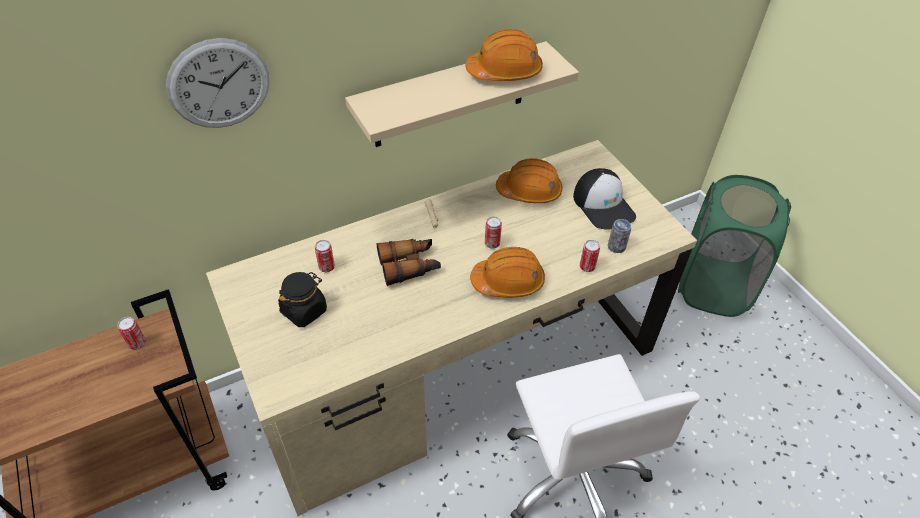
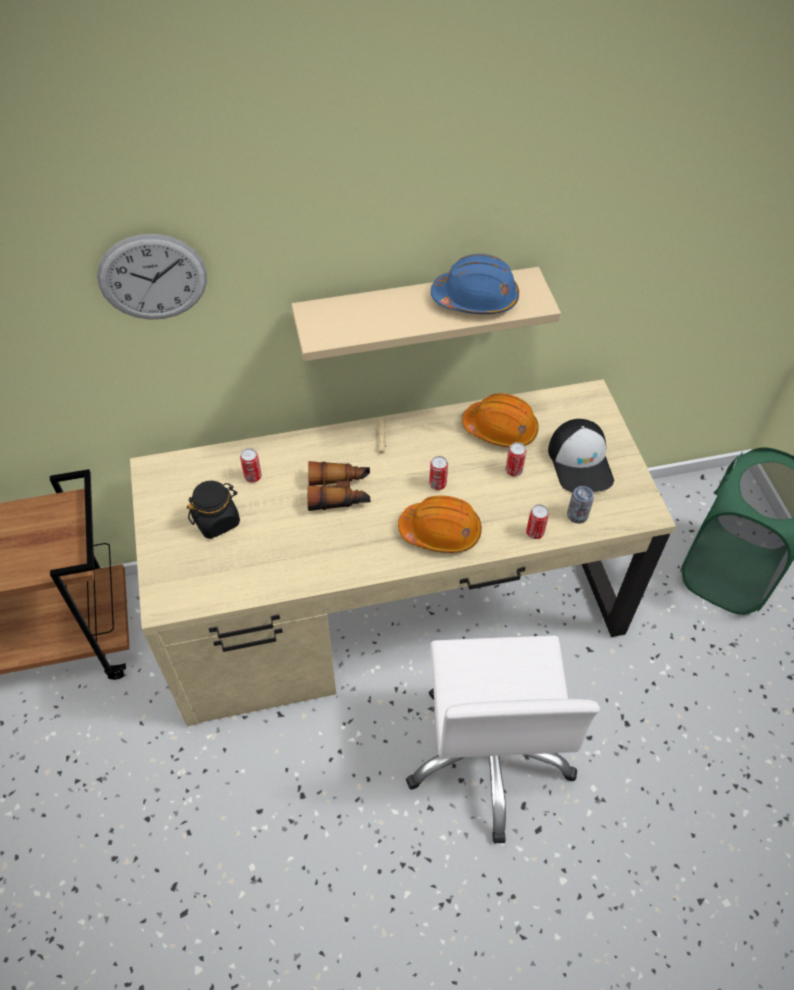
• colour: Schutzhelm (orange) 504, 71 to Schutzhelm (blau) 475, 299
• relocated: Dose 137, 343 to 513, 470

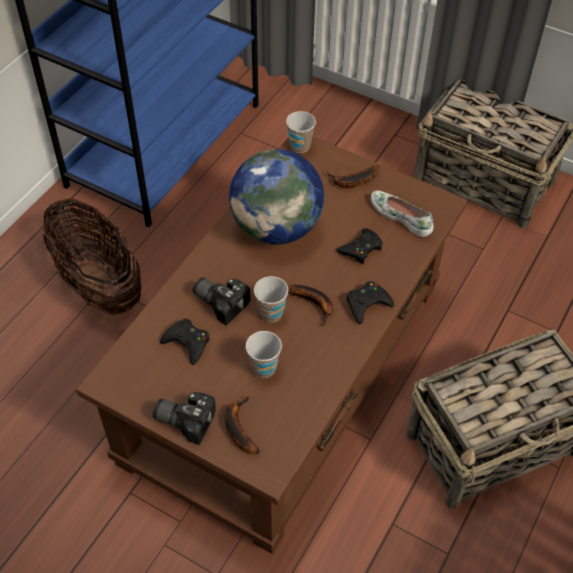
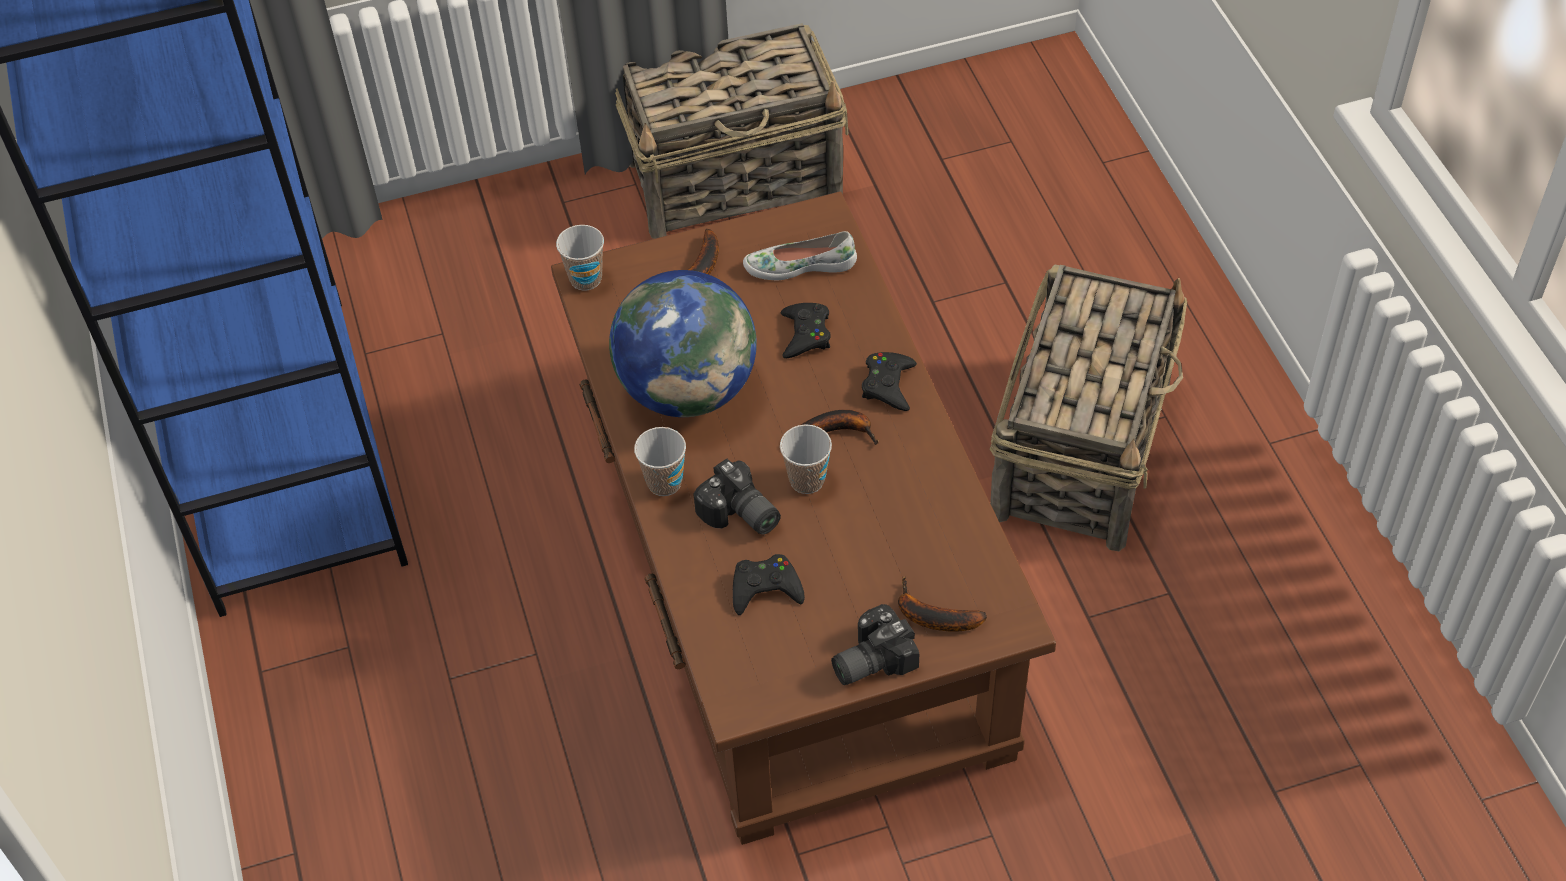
• relocated: Tasse 264, 368 to 664, 482
• spun: Kamera 221, 301 = 739, 516 120 degrees counterclockwise
• missing: Korb 98, 284

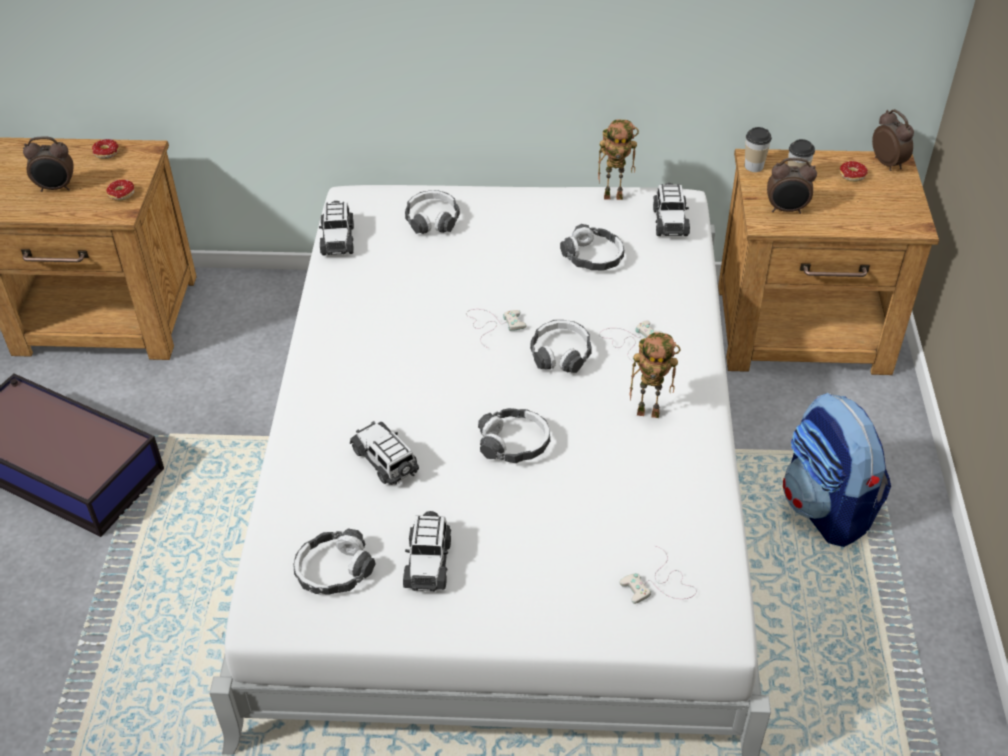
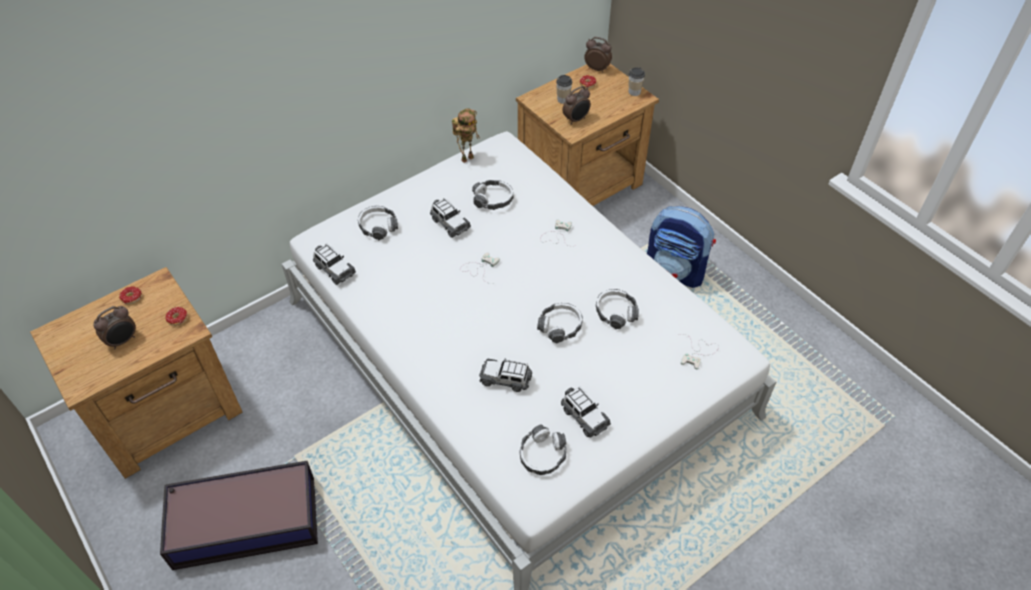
• relocated: Spielzeugauto 669, 221 to 449, 223
• relocated: Kopfhörer 560, 353 to 616, 312
• relocated: Tasse 753, 166 to 634, 92
• missing: Spielzeugroboter 650, 412

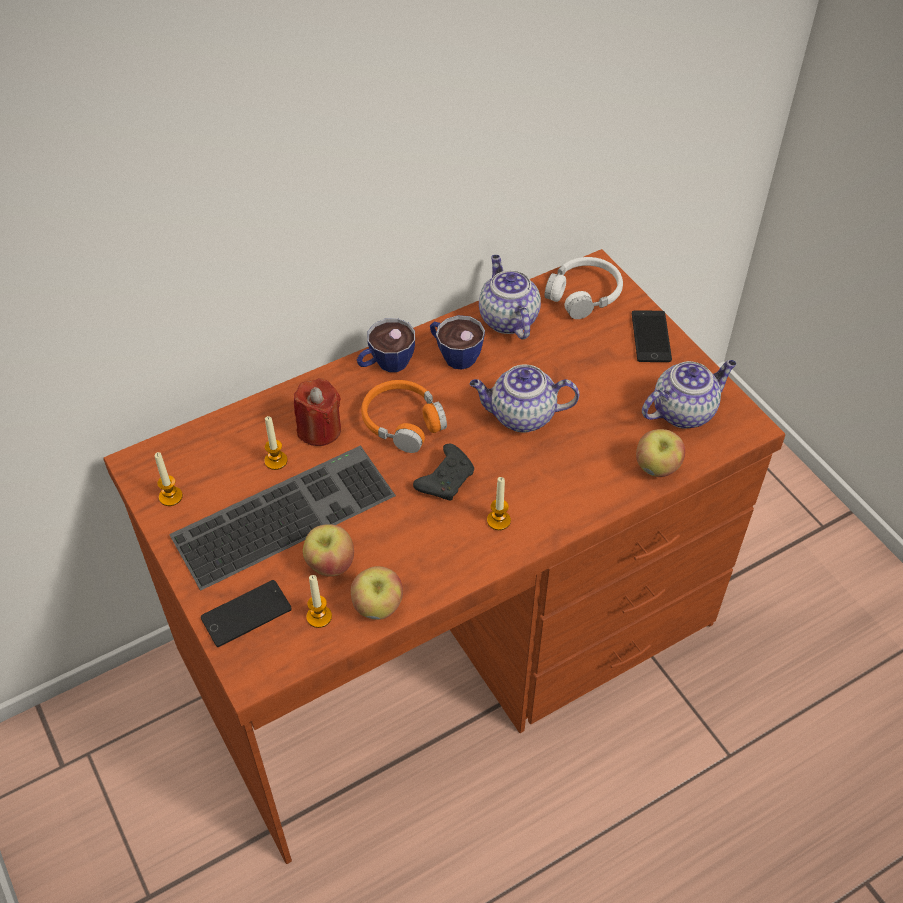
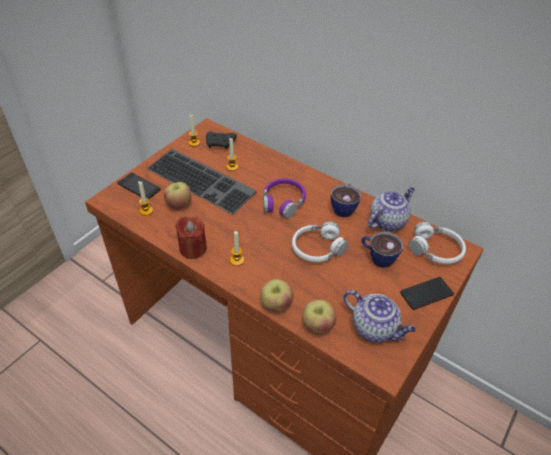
• relocated: Kerze (rot) 319, 429 to 193, 248
• relocated: Gamepad (schwarz) 446, 479 to 220, 144
• relocated: Apfel 378, 606 to 276, 304
• colour: Kopfhörer (orange) 403, 422 to Kopfhörer (lila) 283, 202
• exchanged: Teekanne 521, 416 to Kopfhörer (weiß) 317, 248
• relocated: Tasse 385, 364 to 377, 257

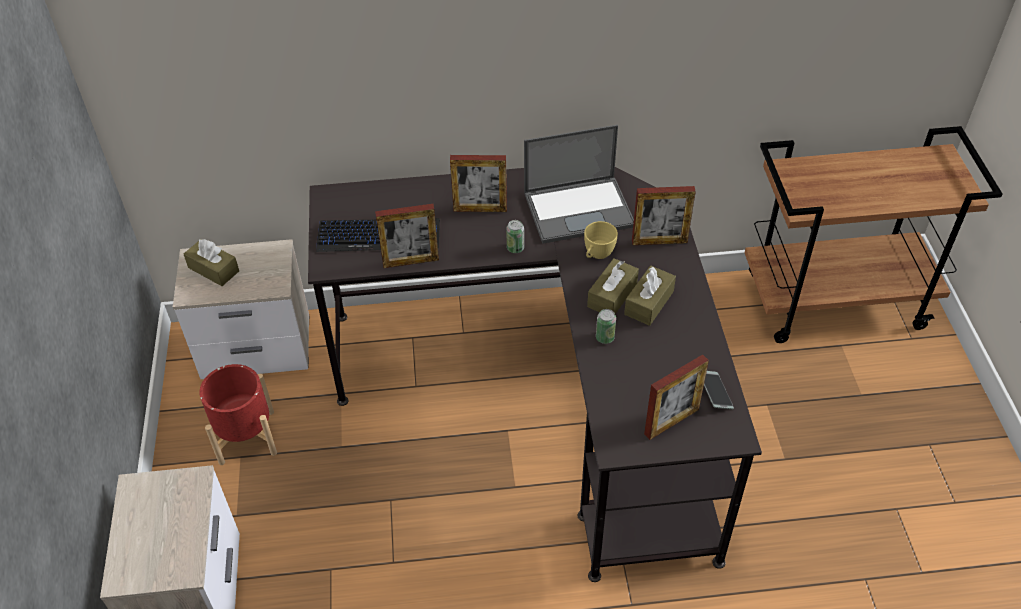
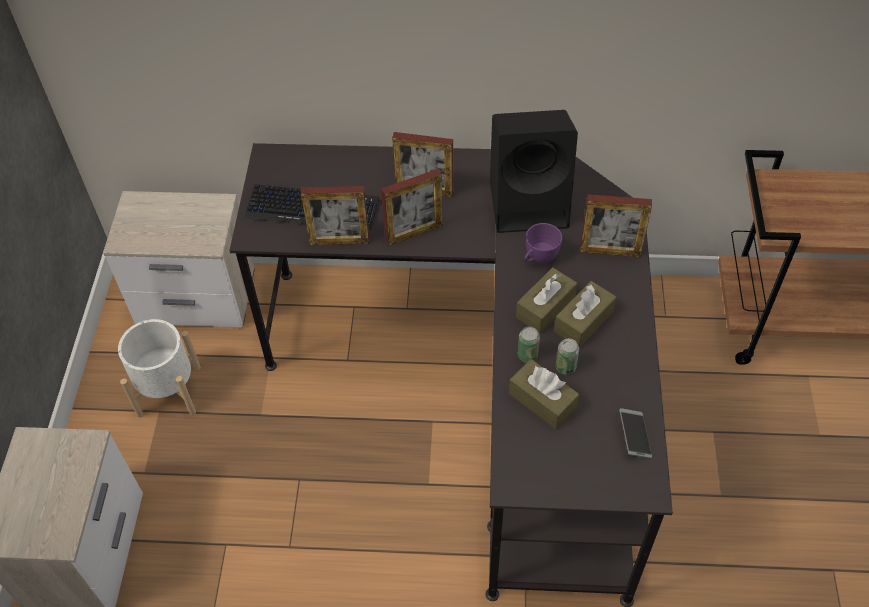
• colour: Pflanzkübel (rot) 246, 437 to Pflanzkübel (weiß) 168, 391
• relocated: Bilderrahmen 671, 422 to 414, 233
• exchanged: Laptop 580, 209 to Lautsprecher (schwarz) 531, 203
• relocated: Taschentuchbox (braun) 213, 269 to 542, 401
• colour: Tasse (gelb) 597, 255 to Tasse (lila) 538, 258
• relocated: Dose 515, 248 to 565, 367

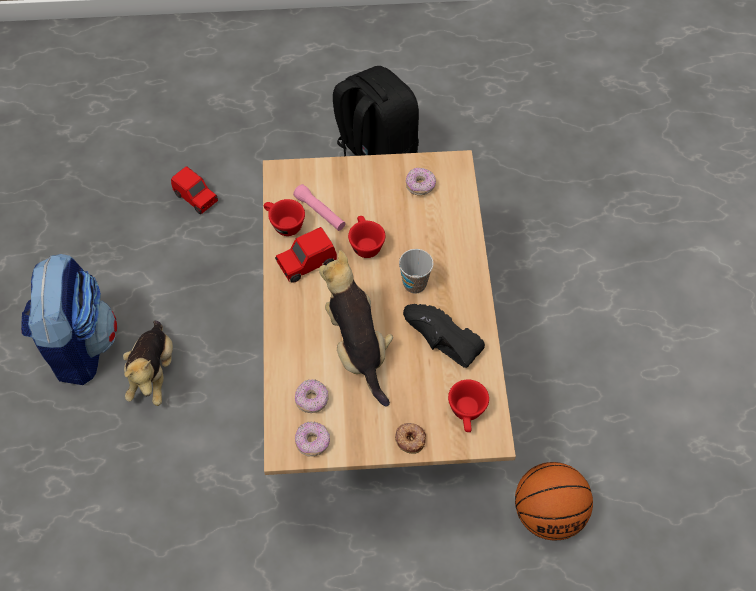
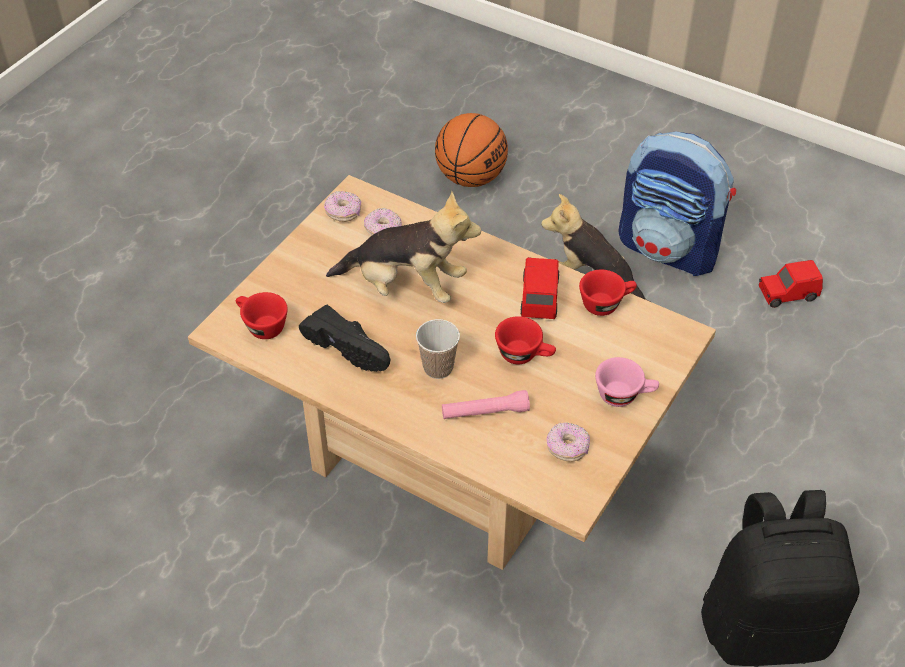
• spun: Schuh (schwarz) 439, 344 = 350, 347 60 degrees clockwise
• relocated: Basketball 548, 514 to 470, 177
• relocated: Taschenlampe (rosa) 320, 212 to 485, 412
• appeared: Tasse (rosa) 624, 395
• relocated: Spielzeugauto (rot) 196, 198 to 787, 294
• missing: Donut 410, 439

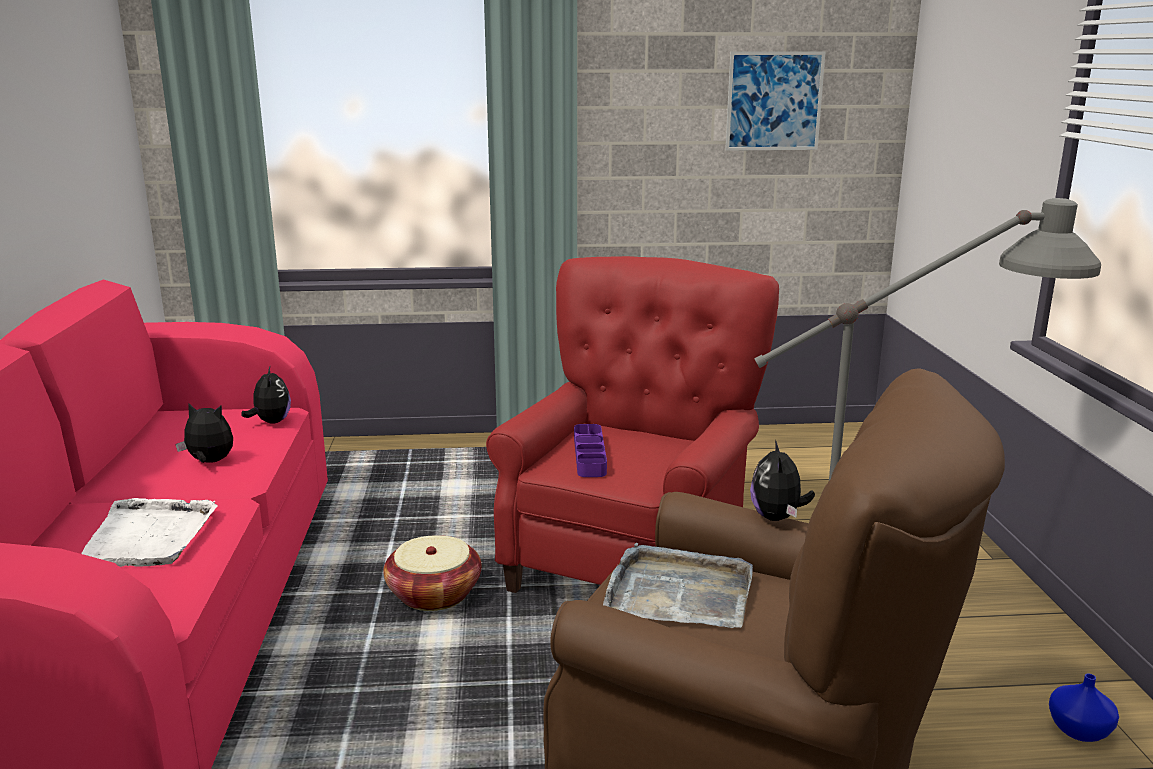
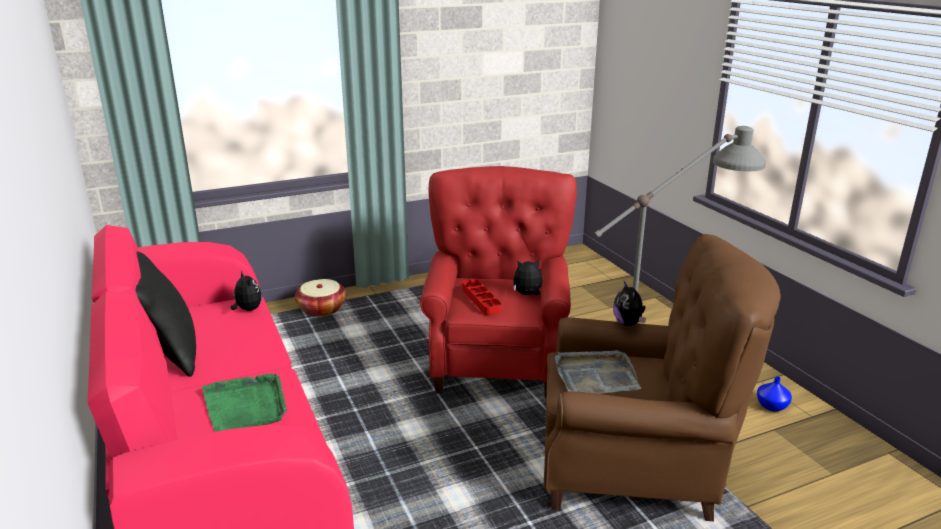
• appeared: Kissen (schwarz) 171, 355
• colour: Tablett (weiß) 149, 537 to Tablett (grün) 246, 406
• relocated: Korb 434, 594 to 322, 309
• colour: Tablett (lila) 589, 455 to Tablett (rot) 481, 300
• relocated: Plüschtier 209, 462 to 527, 294
• missing: Bild 774, 101

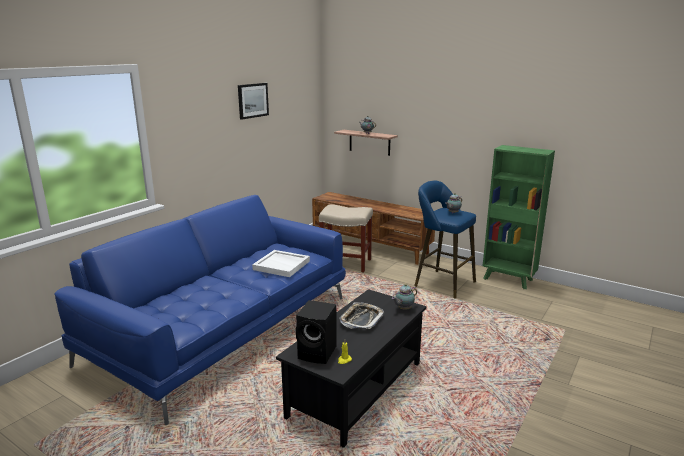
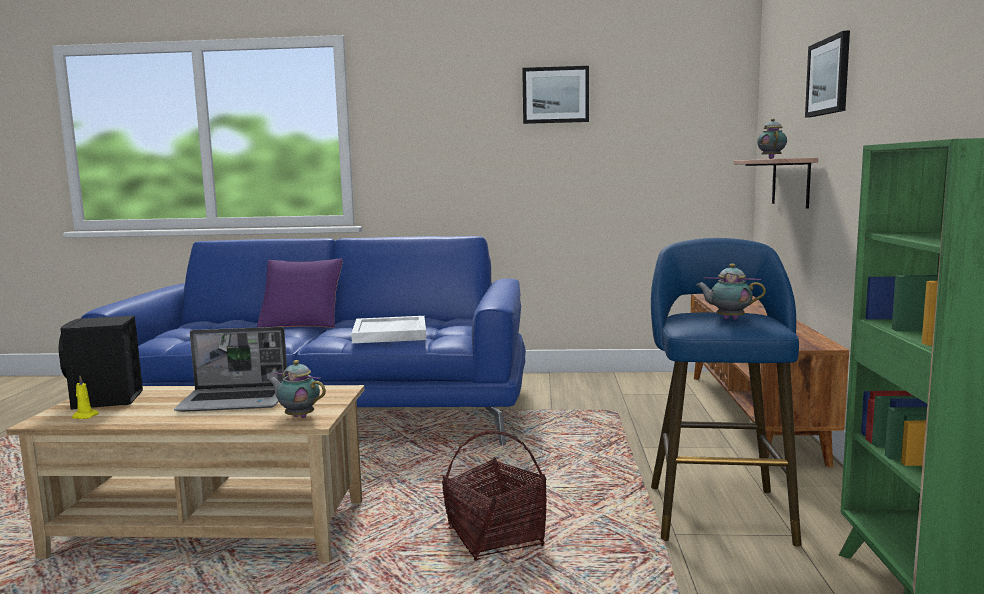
• colour: Couchtisch (schwarz) 356, 388 to Couchtisch (beige) 212, 528
• exchanged: Tablett 361, 319 to Laptop 236, 401
• appeared: Kissen (lila) 302, 323
• appeared: Korb 496, 538
• appeared: Bild 829, 76
• missing: Hocker (beige) 346, 263

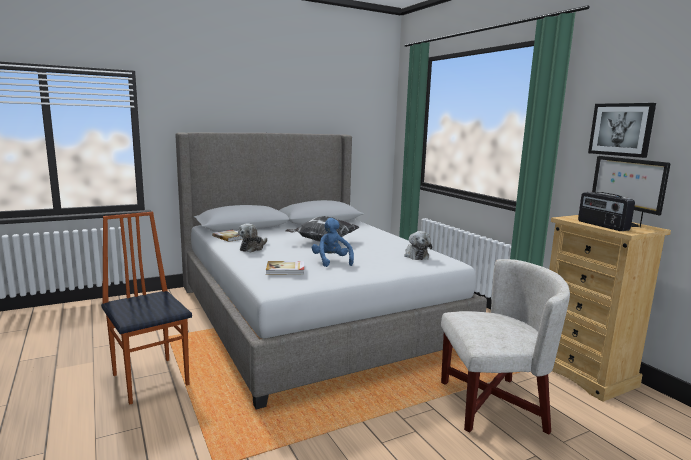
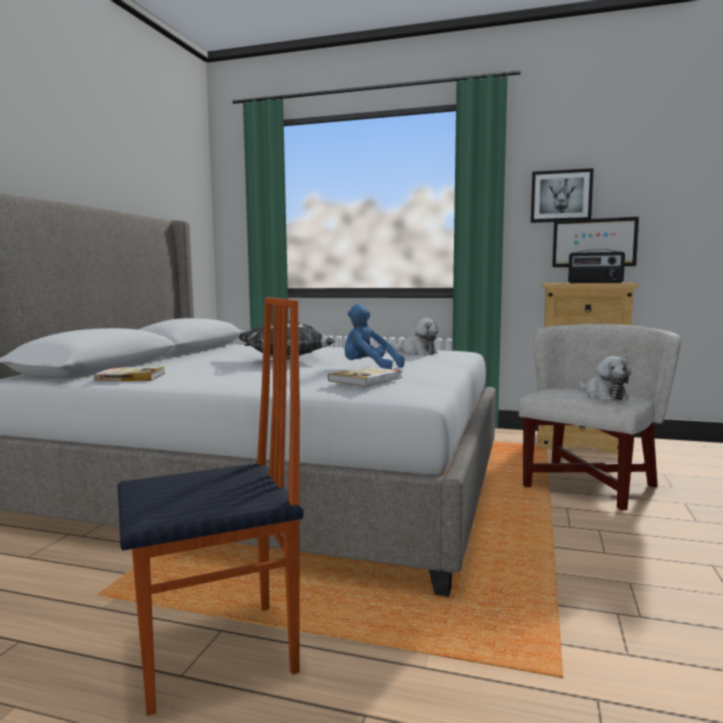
• spun: Stuhl 151, 379 = 218, 655 150 degrees clockwise
• relocated: Plüschtier 253, 248 to 602, 396

